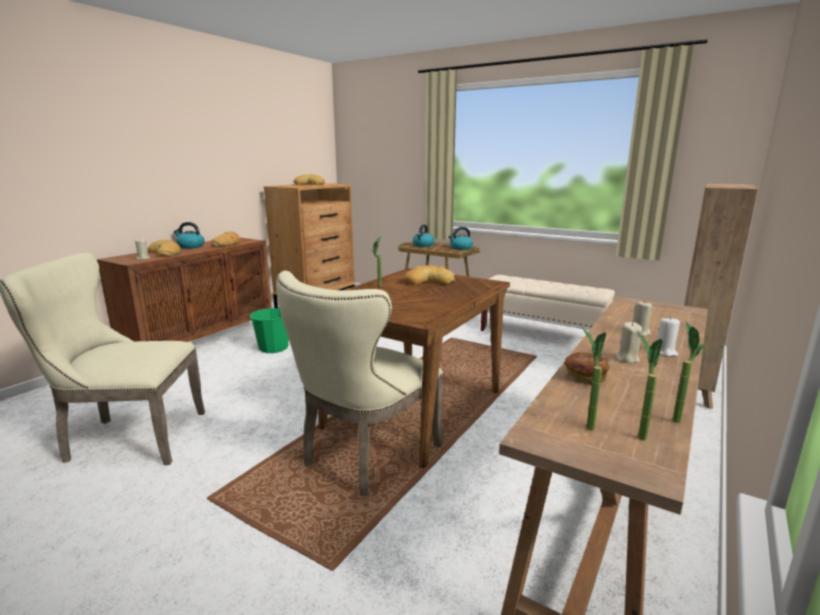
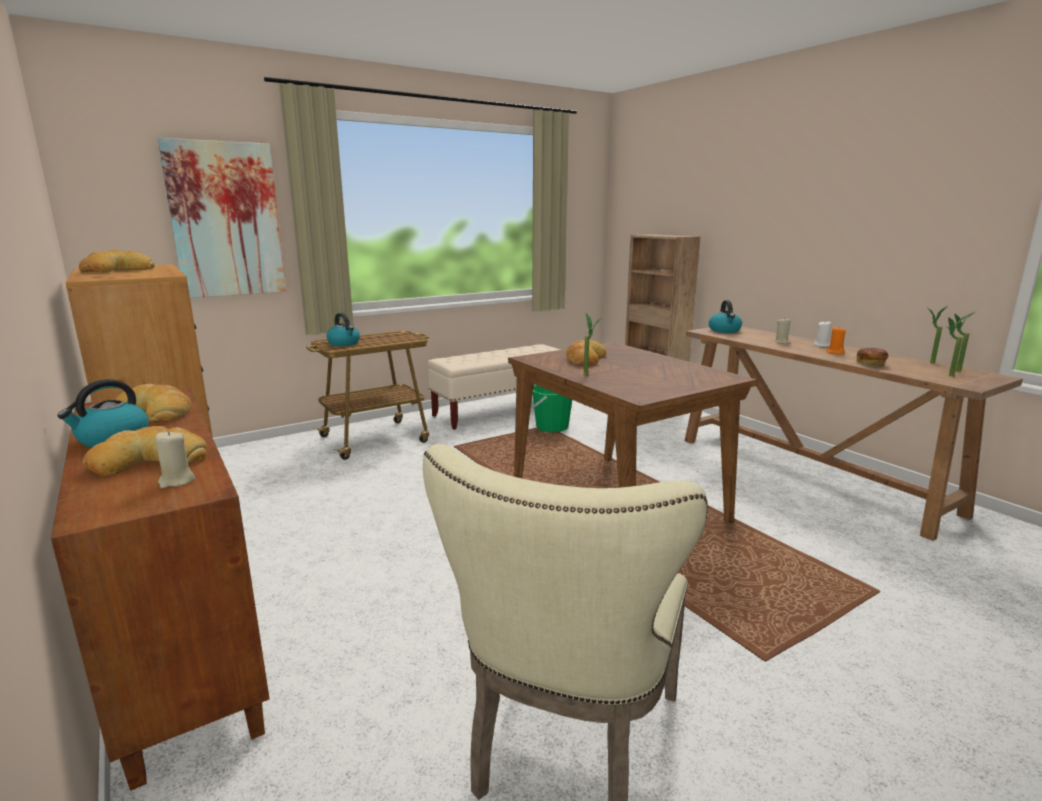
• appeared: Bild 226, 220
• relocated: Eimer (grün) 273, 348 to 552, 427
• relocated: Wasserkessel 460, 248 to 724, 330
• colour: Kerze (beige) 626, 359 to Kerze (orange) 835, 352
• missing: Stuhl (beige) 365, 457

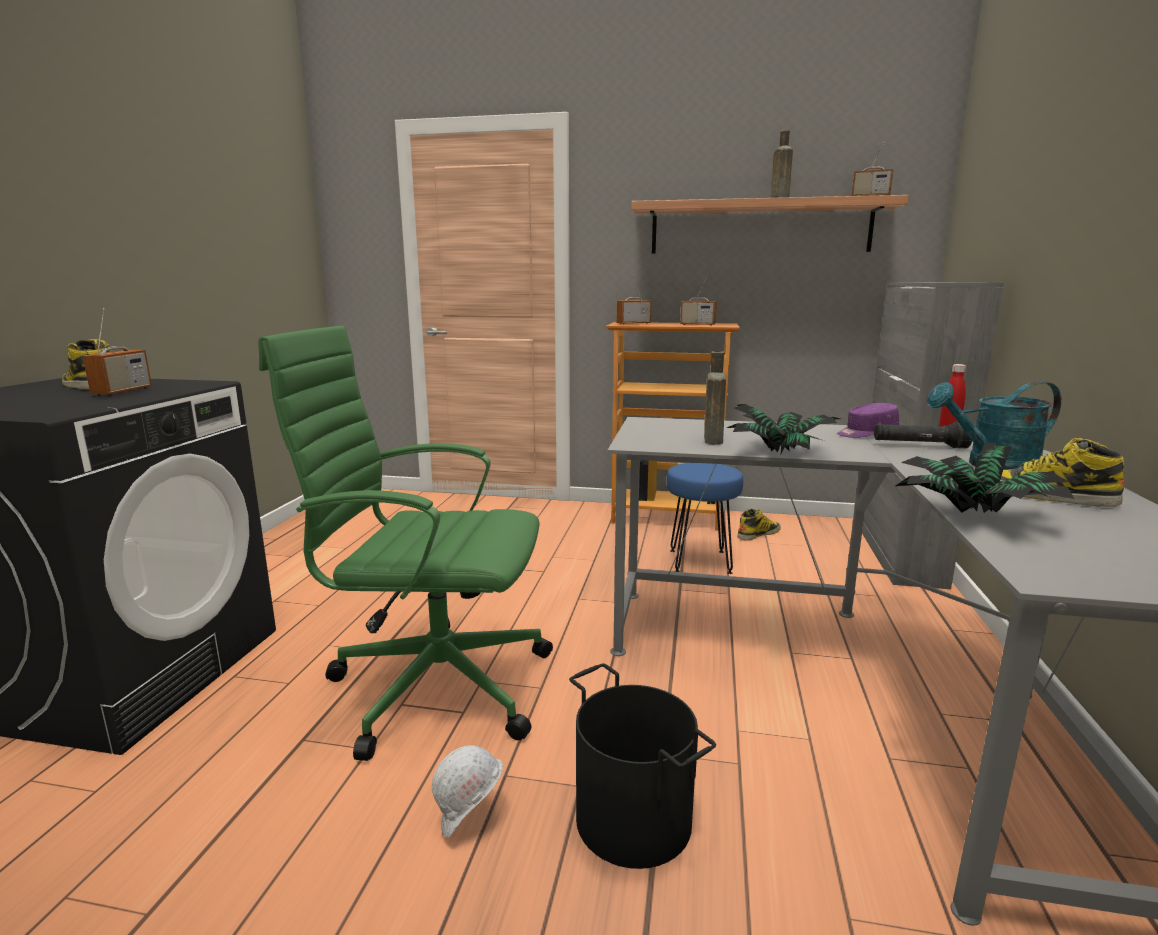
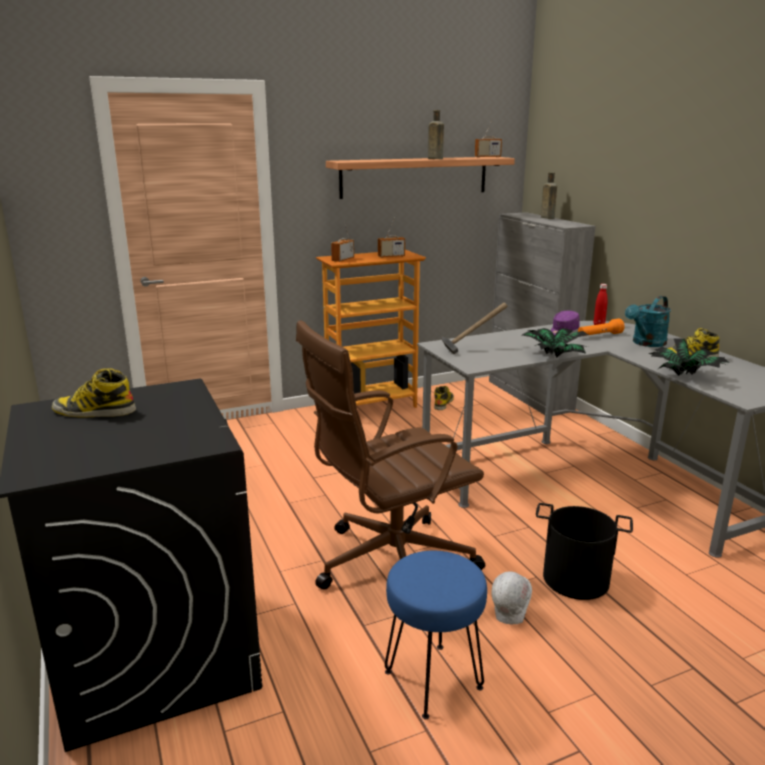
• colour: Bürostuhl (grün) 434, 684 to Bürostuhl (braun) 390, 564
• relocated: Hocker (blau) 700, 561 to 433, 678
• appeared: Hammer 471, 348
• relocated: Flasche (braun) 712, 440 to 546, 217
• colour: Taschenlampe (schwarz) 919, 446 to Taschenlampe (orange) 599, 335
• missing: Radio 122, 391

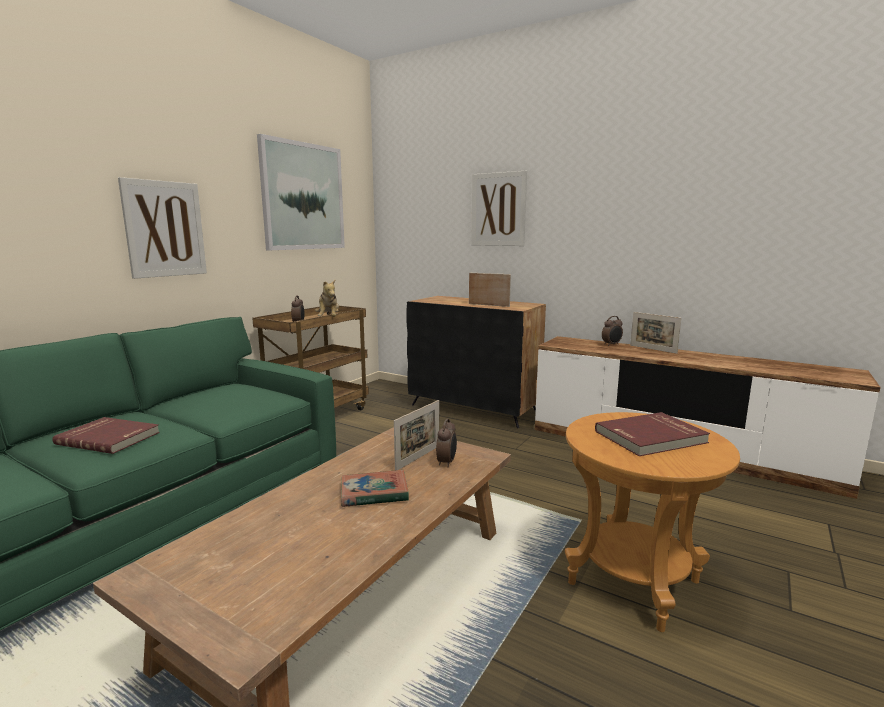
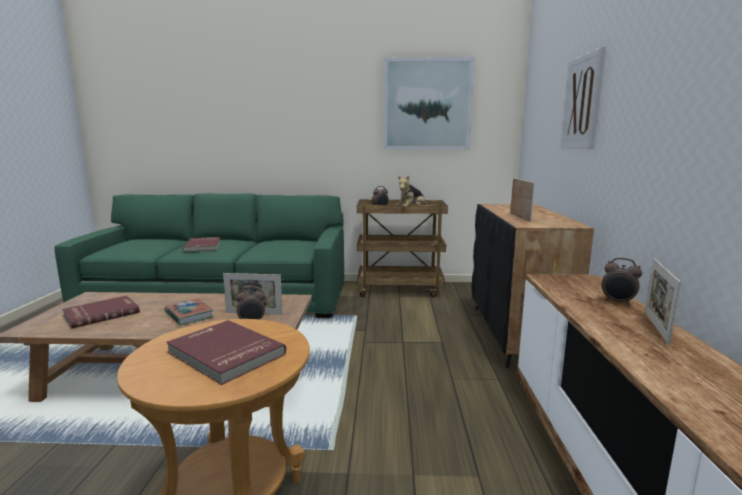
• appeared: Buch (rot) 101, 313
• missing: Bild 164, 229

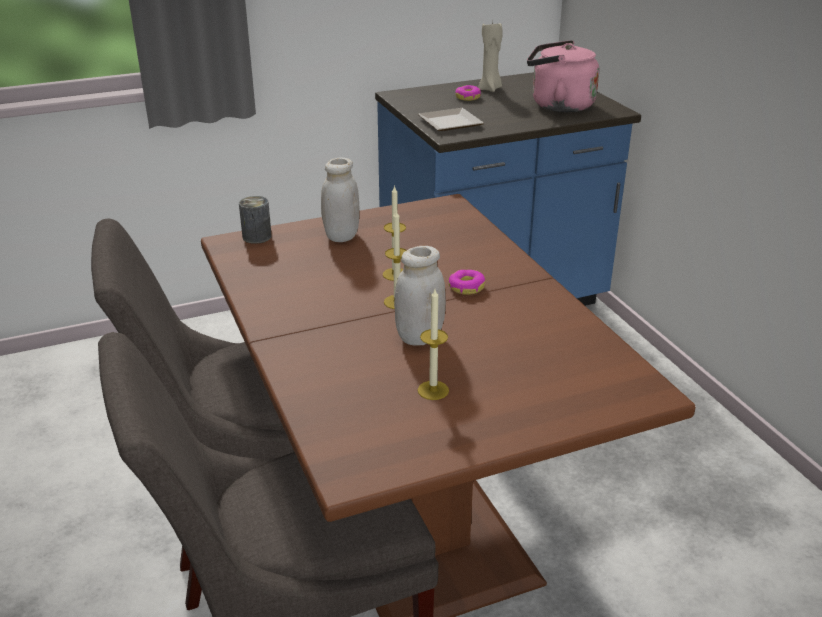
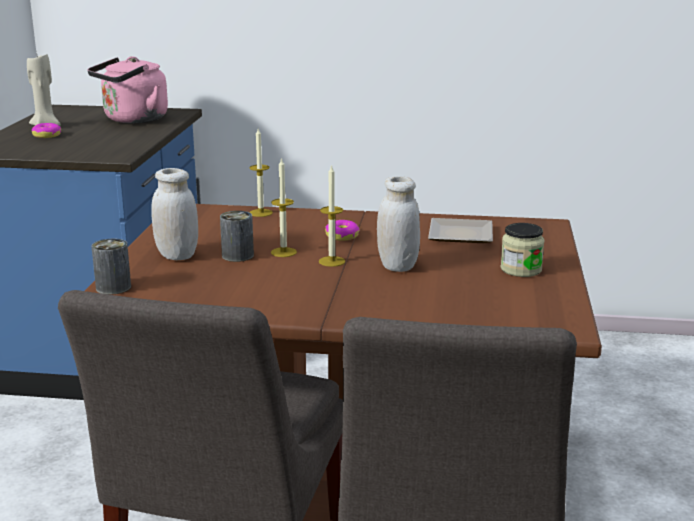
• appeared: Dose 237, 255
• relocated: Kerze 433, 390 to 261, 213
• relocated: Teller 451, 122 to 458, 234
• appeared: Vorratsglas 521, 269

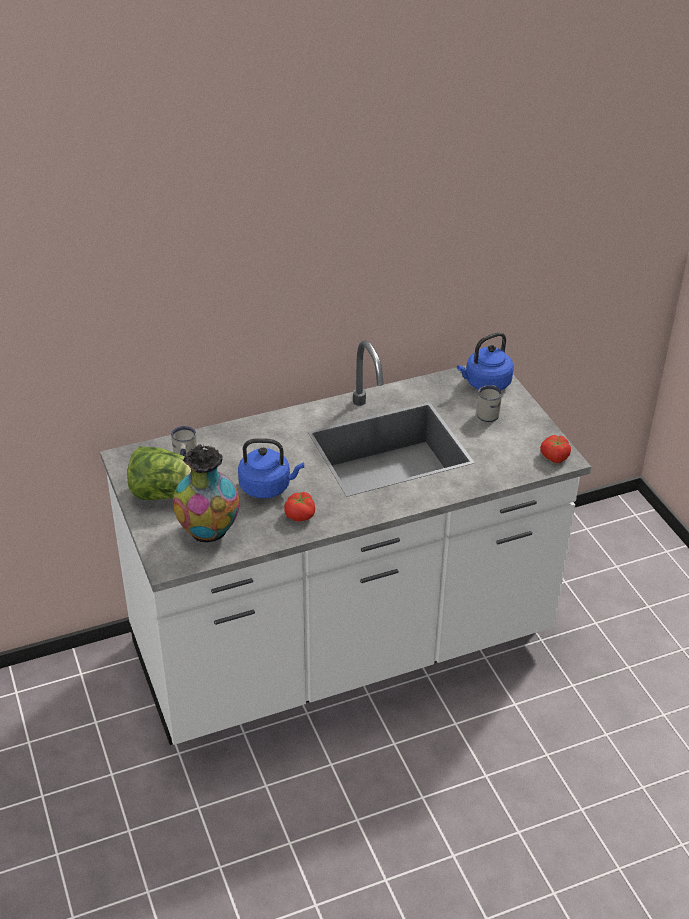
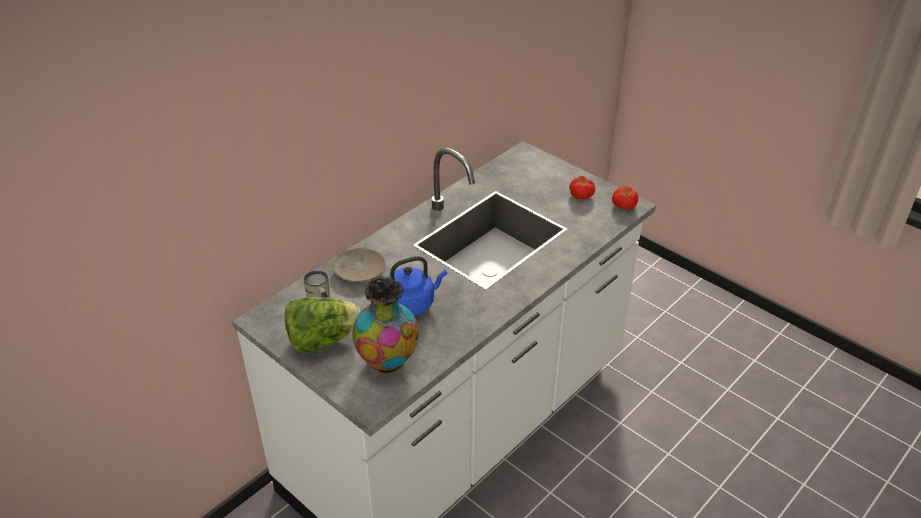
• appeared: Teller (beige) 359, 270
• relocated: Tomate 300, 515 to 581, 195
• missing: Wasserkessel (blau) 485, 384
• missing: Henkelbecher (weiß) 489, 413

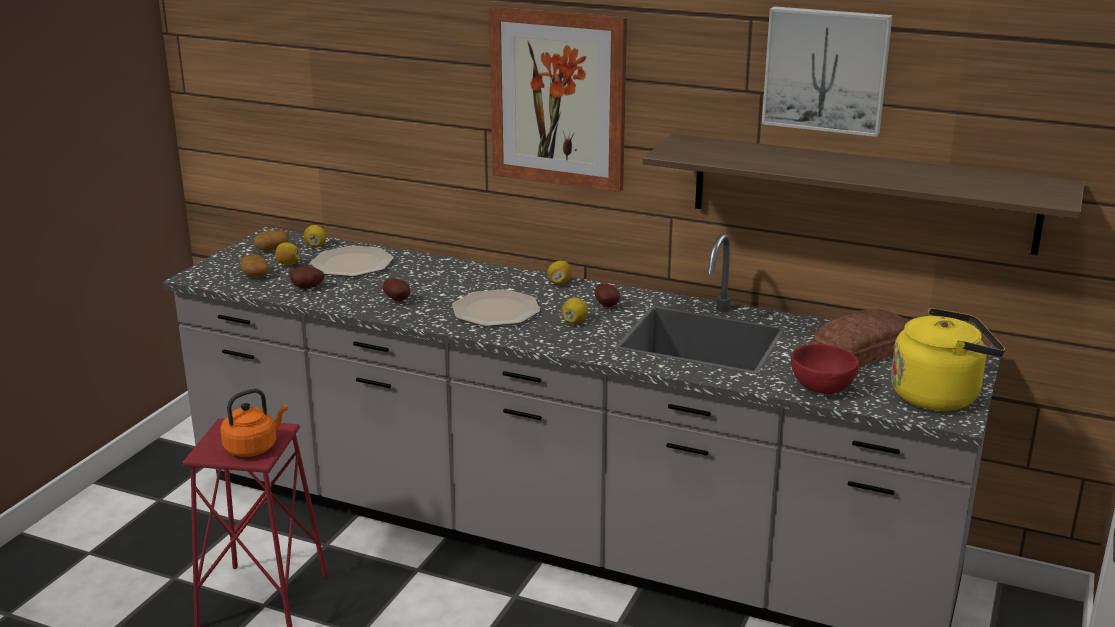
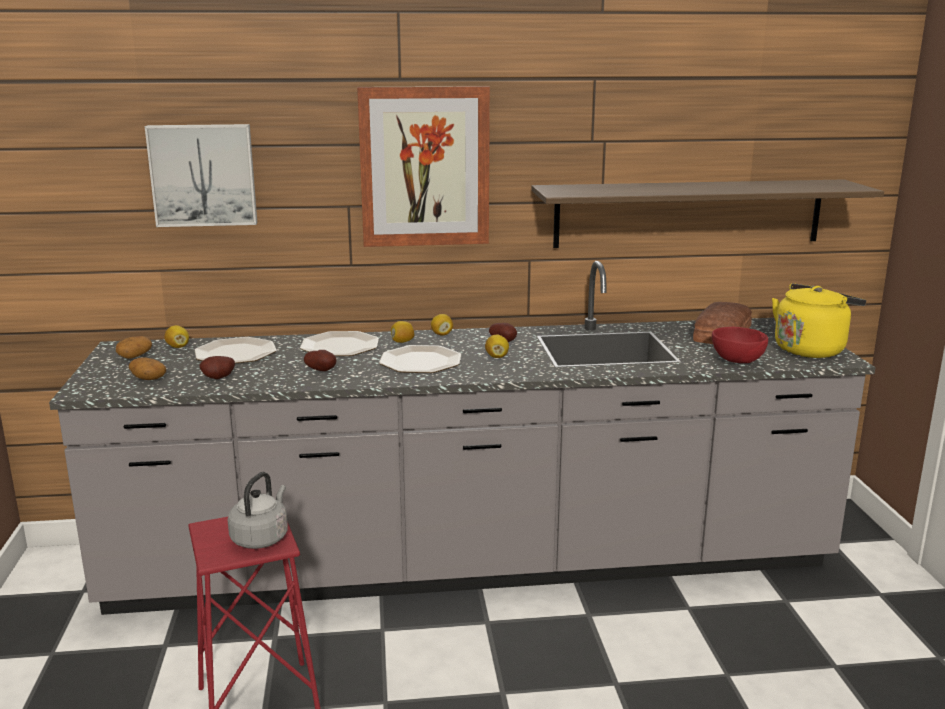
• relocated: Bild 826, 69 to 203, 175
• colour: Wasserkessel (orange) 253, 447 to Wasserkessel (grau) 261, 537
• appeared: Teller 339, 346
• relocated: Zitrone 288, 264 to 402, 342

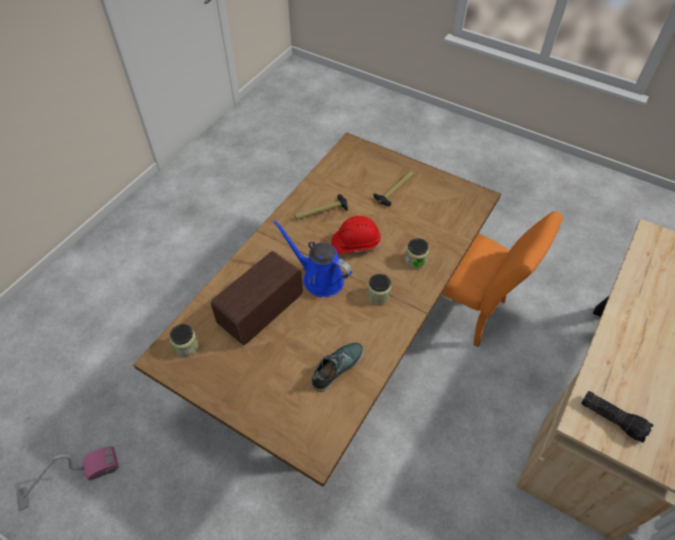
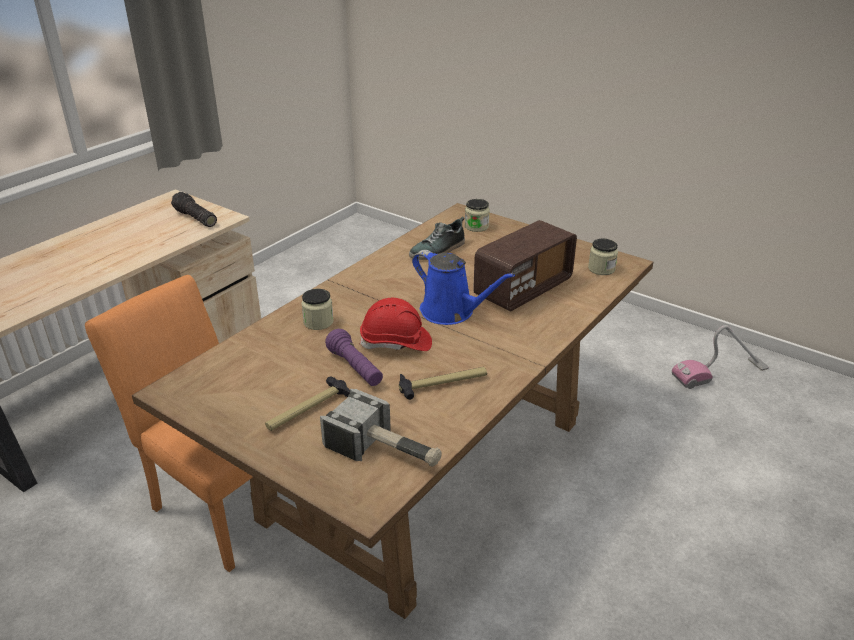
• appeared: Hammer 386, 451
• appeared: Taschenlampe (lila) 355, 368
• relocated: Vorratsglas 378, 296 to 476, 226

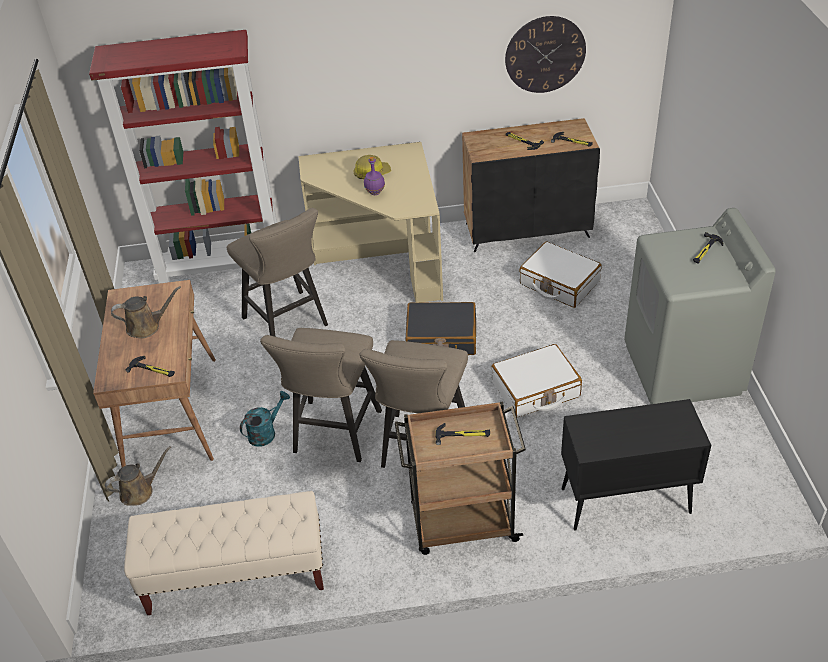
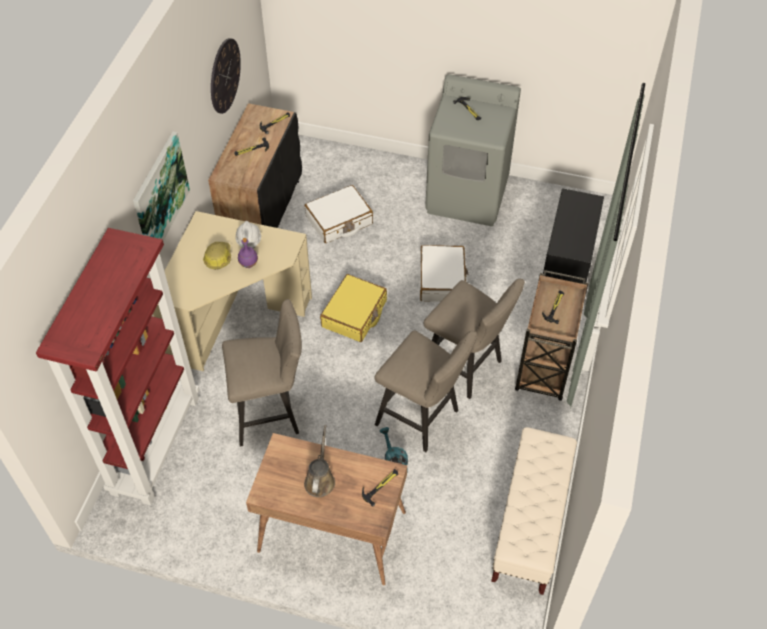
• appeared: Bild 160, 194
• appeared: Schutzhelm (weiß) 248, 240
• colour: Koffer (schwarz) 441, 338 to Koffer (gelb) 354, 314
• missing: Gießkanne (braun) 140, 491

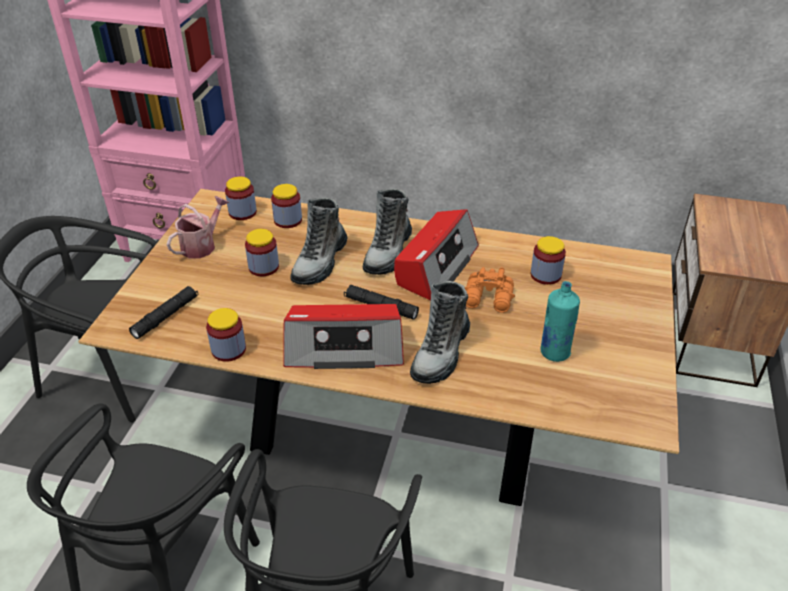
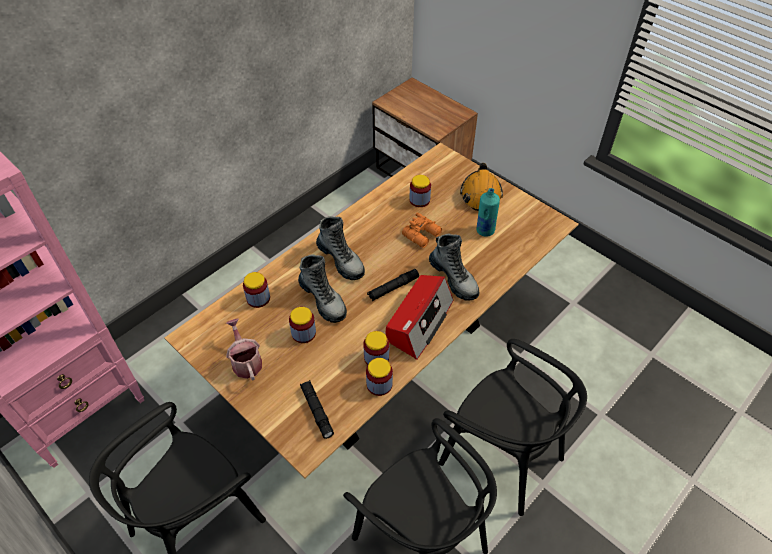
• relocated: Vorratsglas 242, 212 to 376, 357
• appeared: Schutzhelm (orange) 480, 194
• missing: Radio 436, 266

